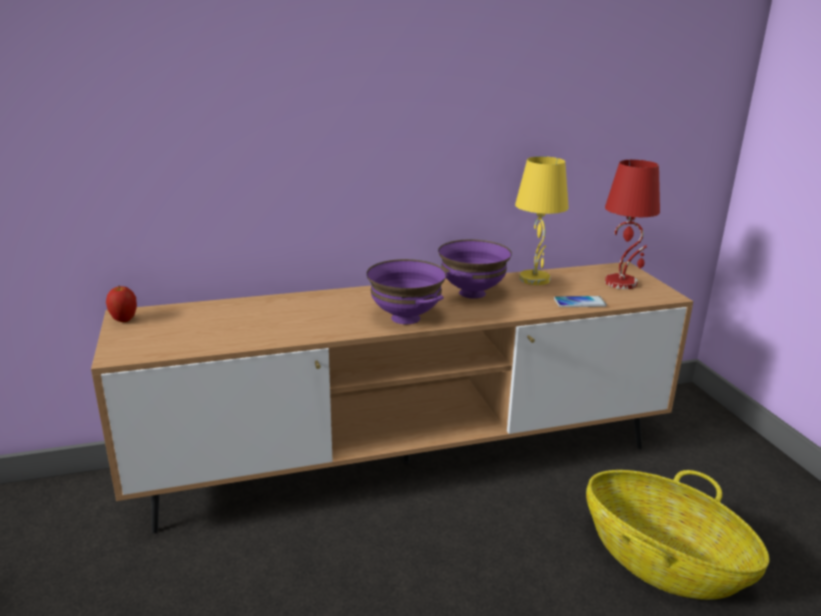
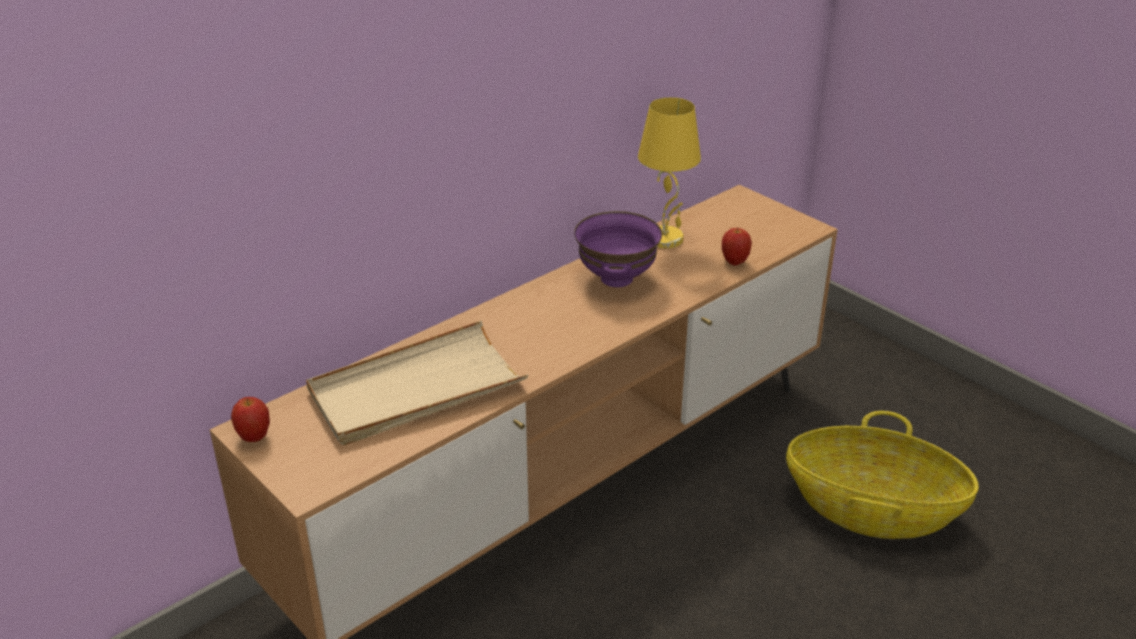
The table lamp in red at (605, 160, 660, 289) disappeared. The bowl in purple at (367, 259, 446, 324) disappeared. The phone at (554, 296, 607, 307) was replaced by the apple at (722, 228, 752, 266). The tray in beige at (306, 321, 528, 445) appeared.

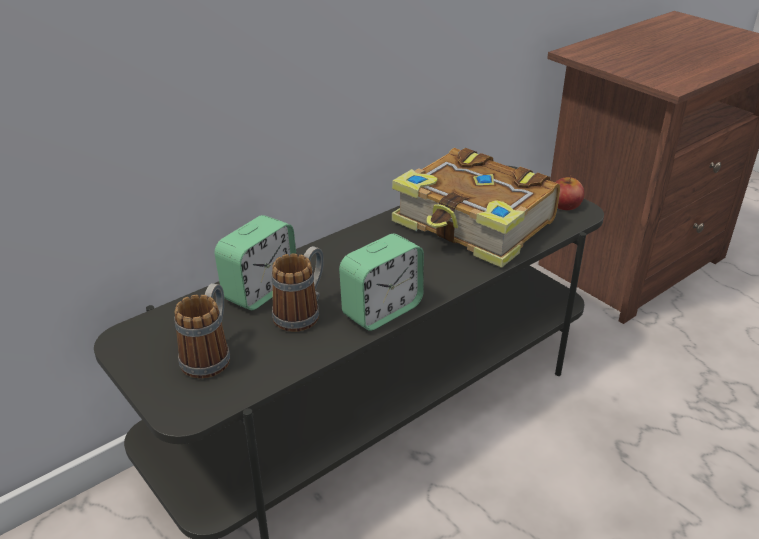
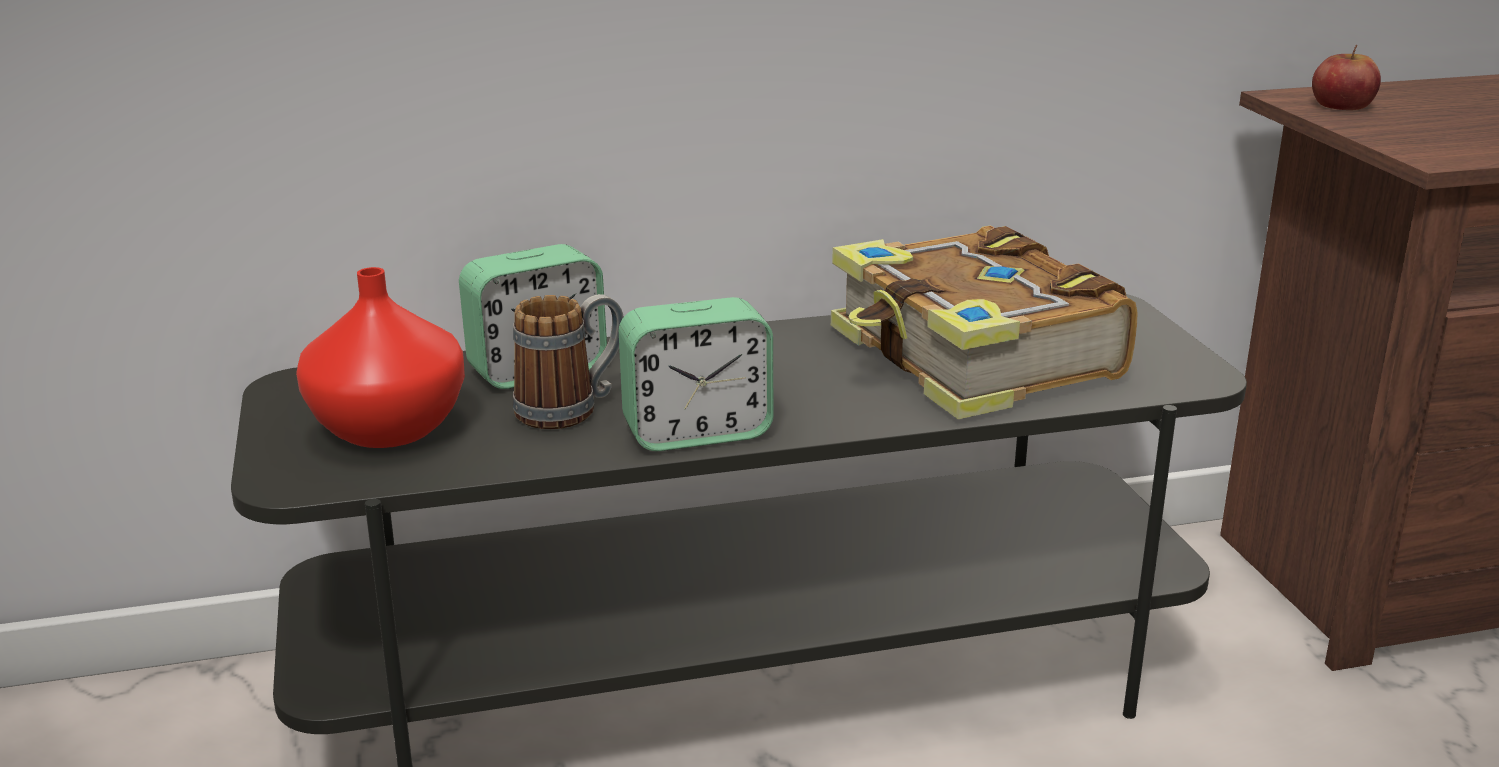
The apple moved from (555, 176, 584, 210) to (1312, 45, 1381, 110). The mug at (174, 283, 230, 379) was replaced by the vase in red at (296, 267, 465, 448).

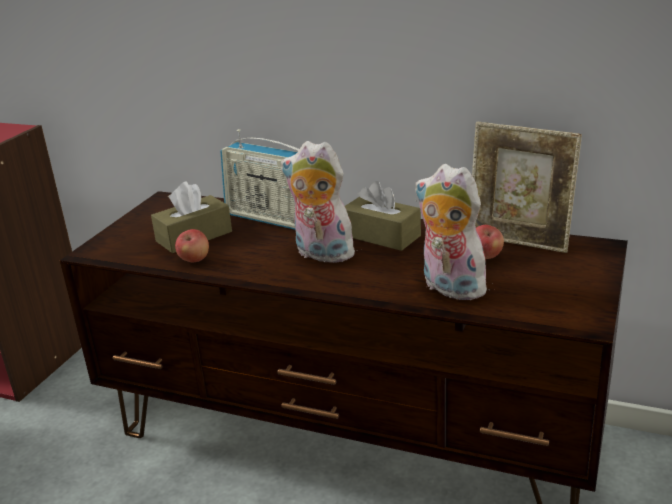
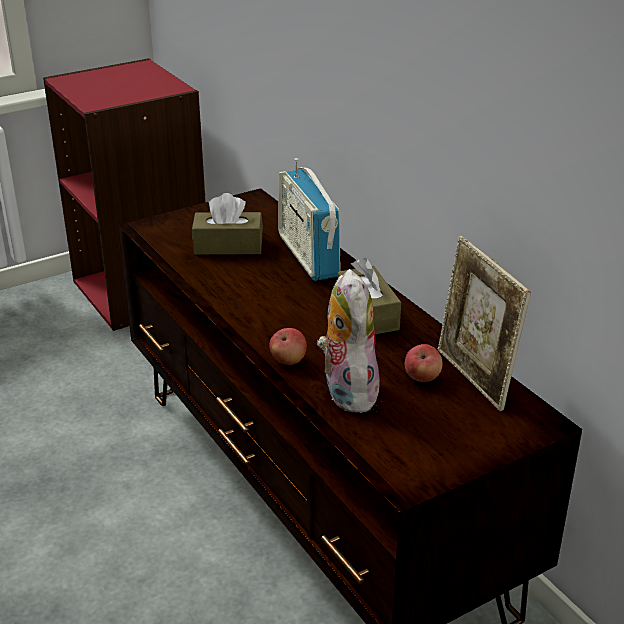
The plush toy at (281, 141, 358, 263) disappeared. The apple moved from (175, 229, 209, 262) to (269, 328, 307, 365).

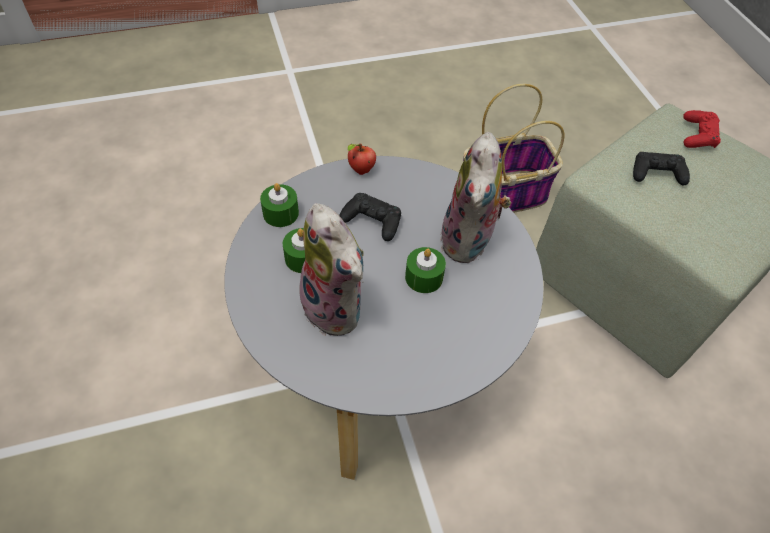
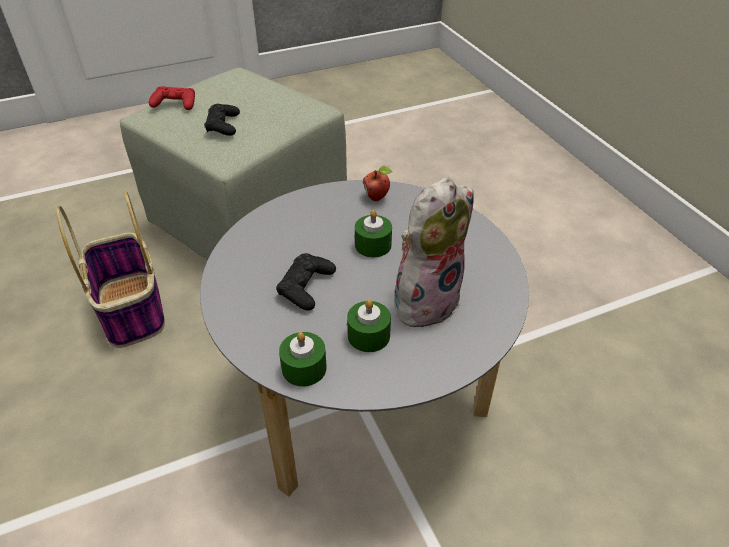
The plush toy at (440, 132, 511, 263) disappeared. The apple moved from (348, 144, 376, 175) to (363, 166, 392, 201).

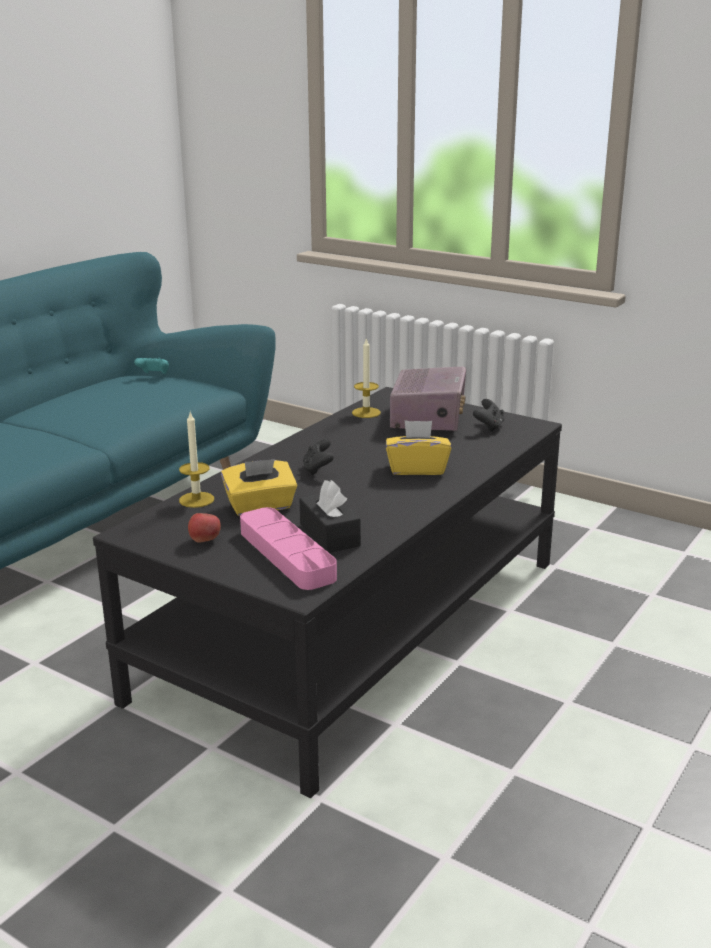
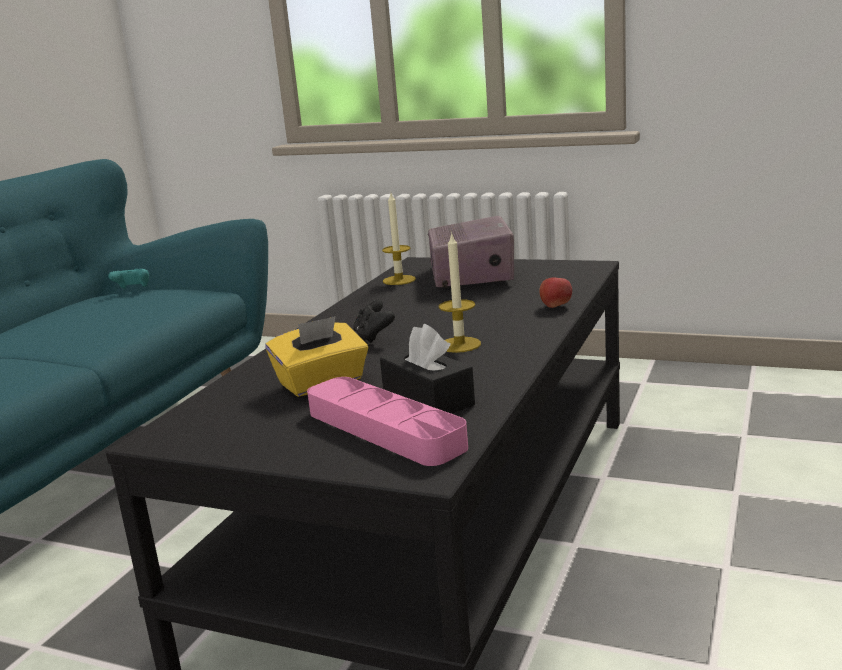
The game controller in black at (473, 399, 504, 432) disappeared. The candle moved from (179, 412, 214, 508) to (439, 232, 481, 353). The tissue box in yellow at (386, 420, 452, 475) disappeared. The apple moved from (188, 513, 221, 543) to (539, 277, 572, 308).

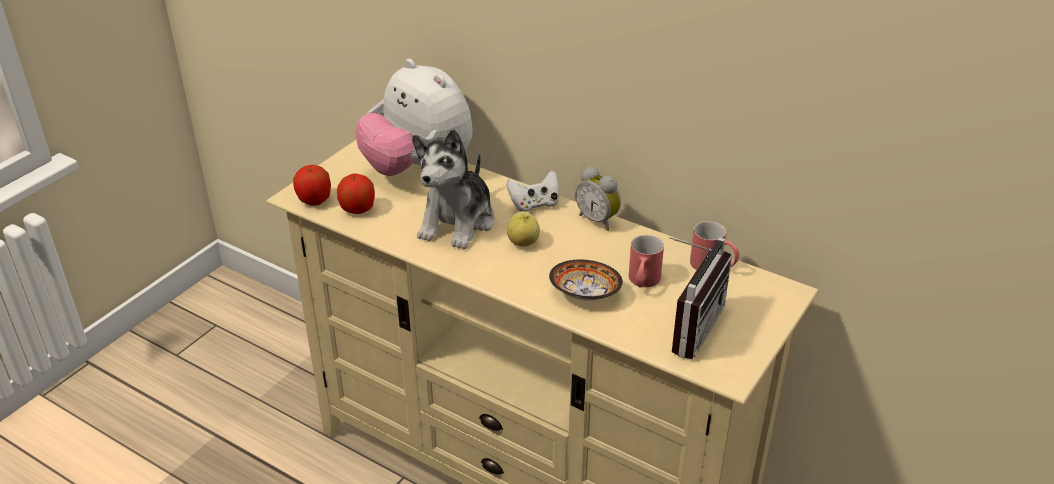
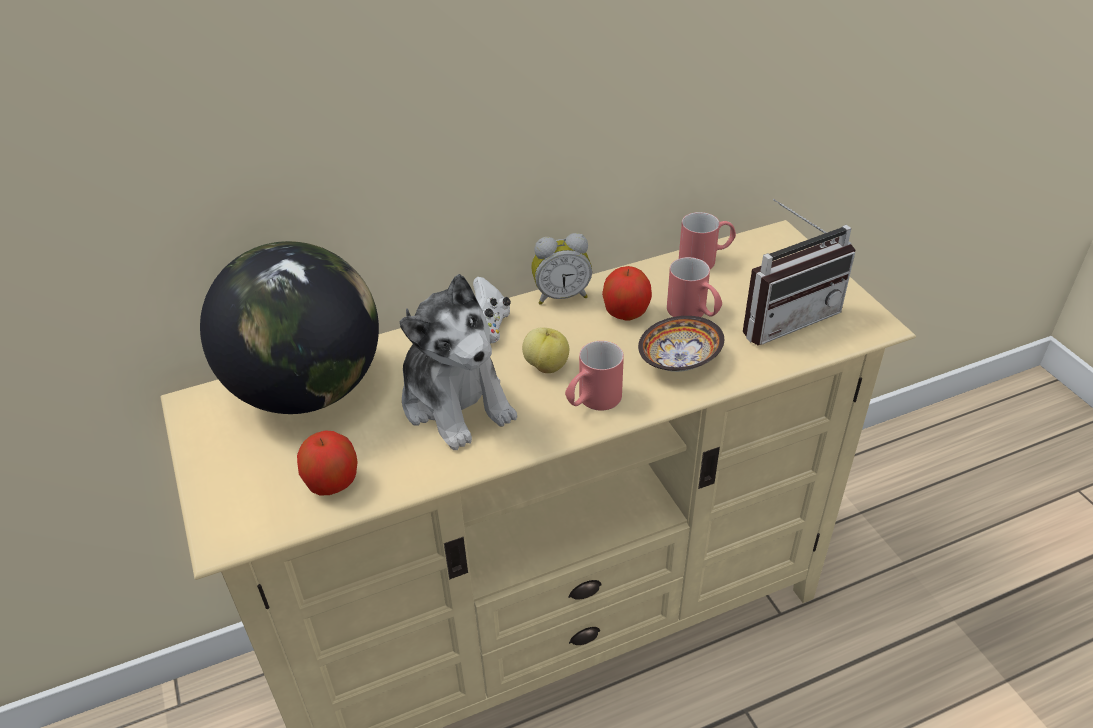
The plush toy at (355, 59, 473, 176) was replaced by the globe at (200, 241, 379, 414). The apple moved from (293, 165, 331, 206) to (602, 266, 652, 321). The radio at (669, 237, 732, 359) turned 90 degrees clockwise. The mug in red at (565, 341, 624, 411) appeared.

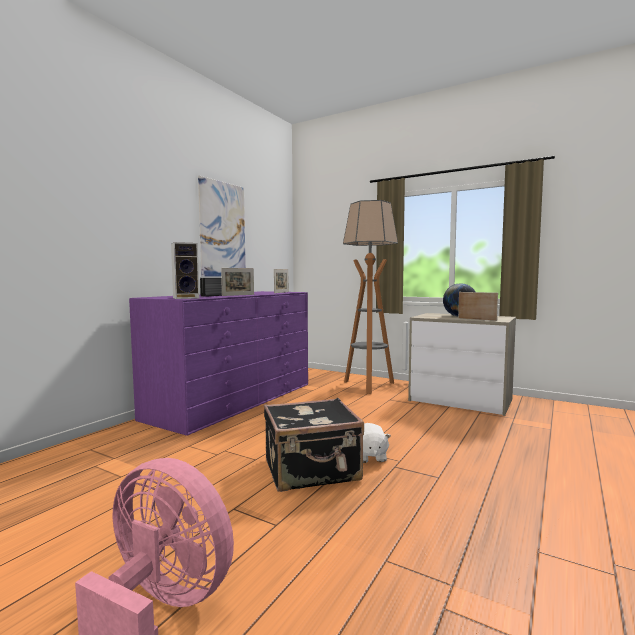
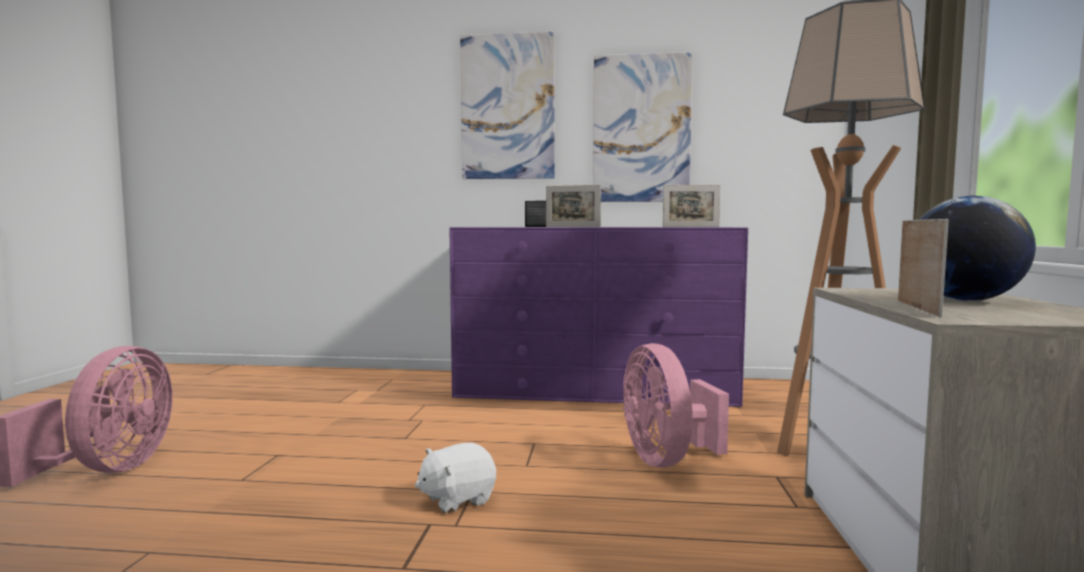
The speaker at (171, 242, 199, 299) disappeared. The suitcase in black at (264, 398, 364, 492) disappeared. The picture at (460, 32, 555, 179) appeared. The fan in pink at (623, 343, 729, 468) appeared.

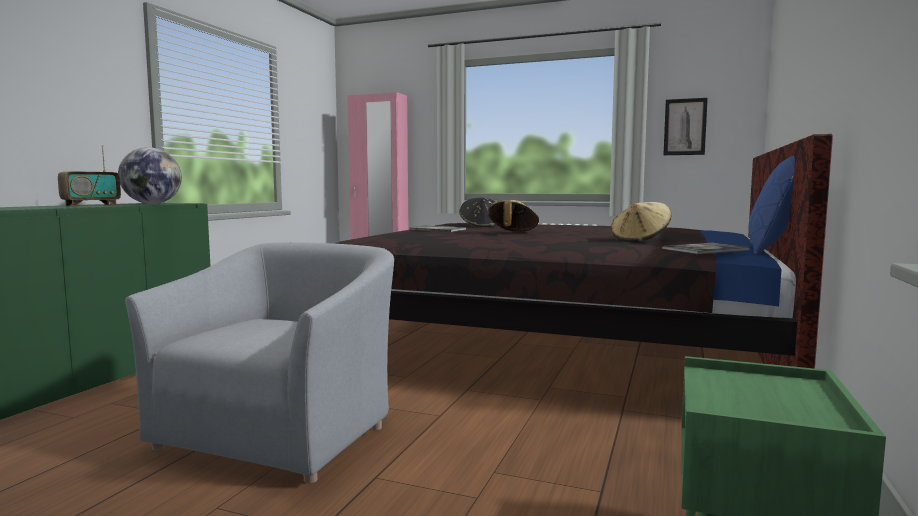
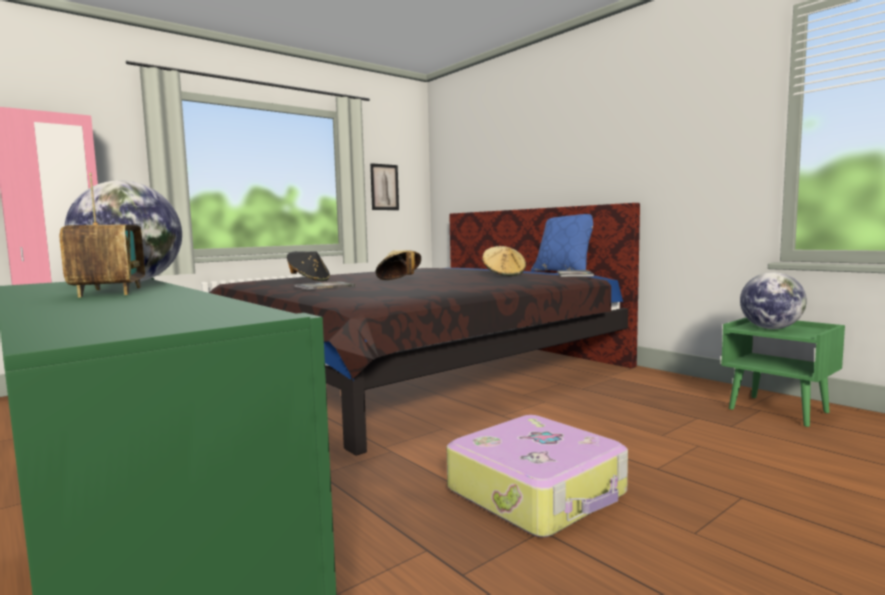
The armchair in grey at (125, 242, 394, 483) was replaced by the suitcase at (447, 415, 628, 537). The globe at (740, 272, 807, 329) appeared.

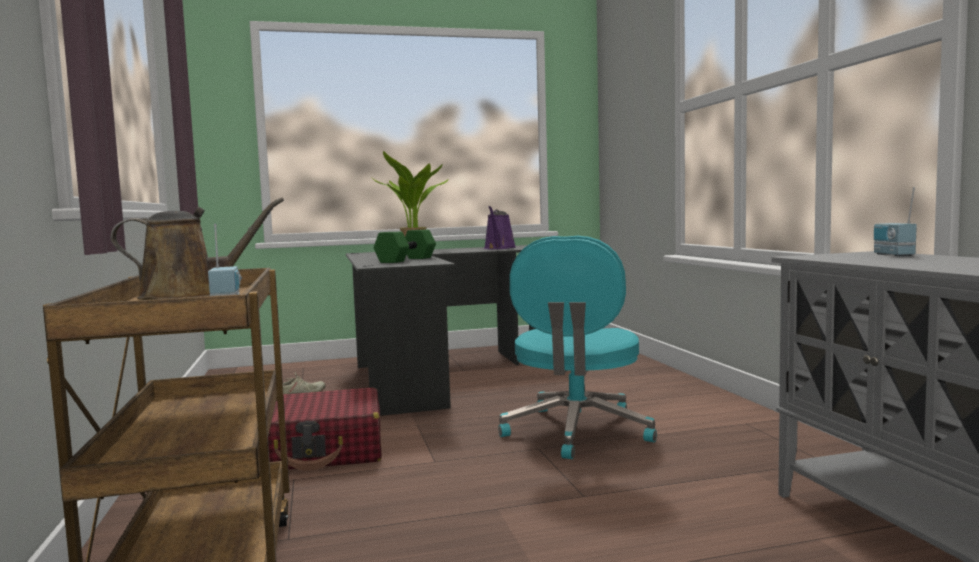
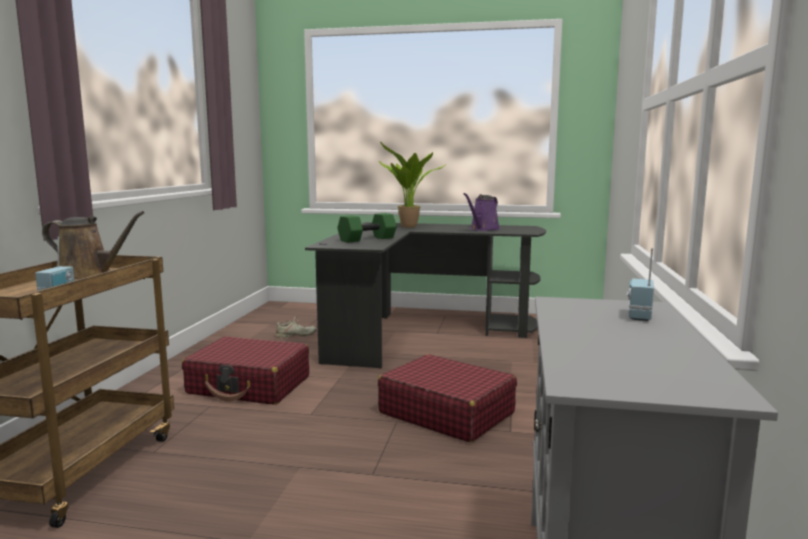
The office chair in turquoise at (498, 236, 657, 459) was replaced by the suitcase in red at (378, 354, 517, 442).

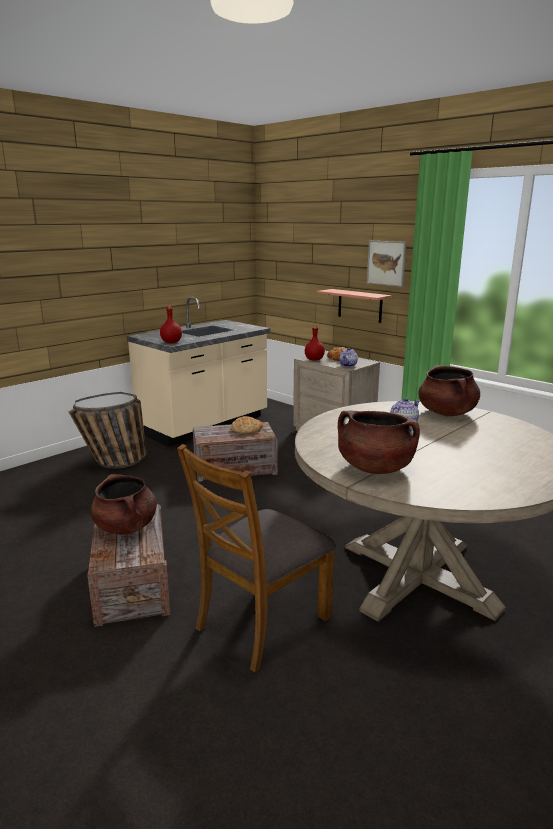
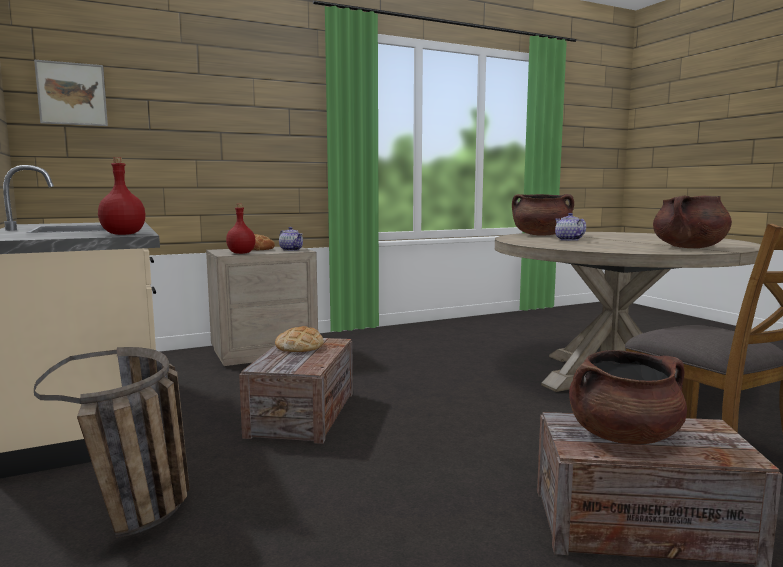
The picture moved from (367, 241, 406, 287) to (34, 59, 108, 126). The shelf at (317, 289, 392, 323) disappeared.

